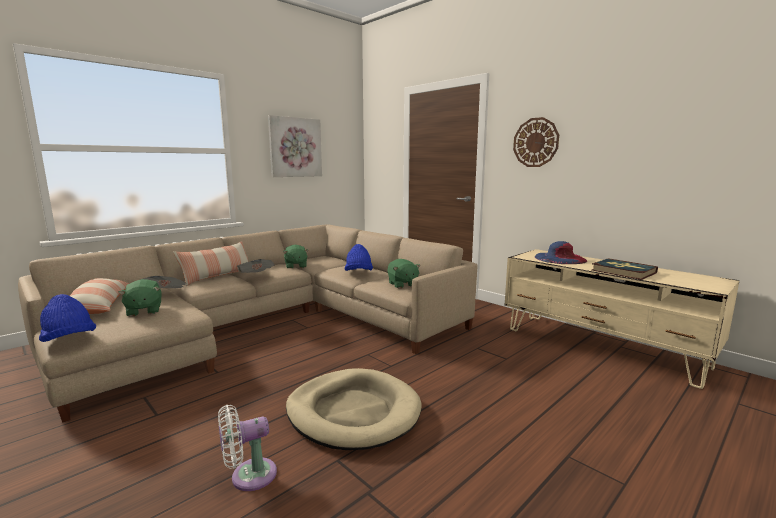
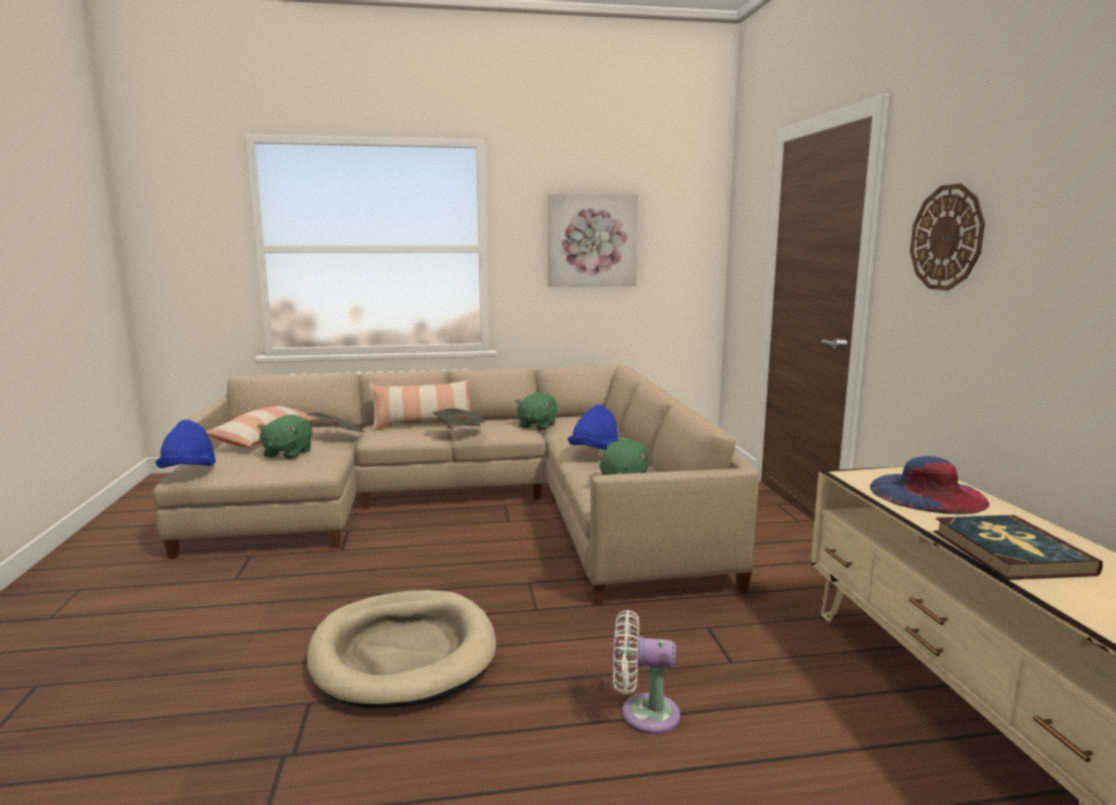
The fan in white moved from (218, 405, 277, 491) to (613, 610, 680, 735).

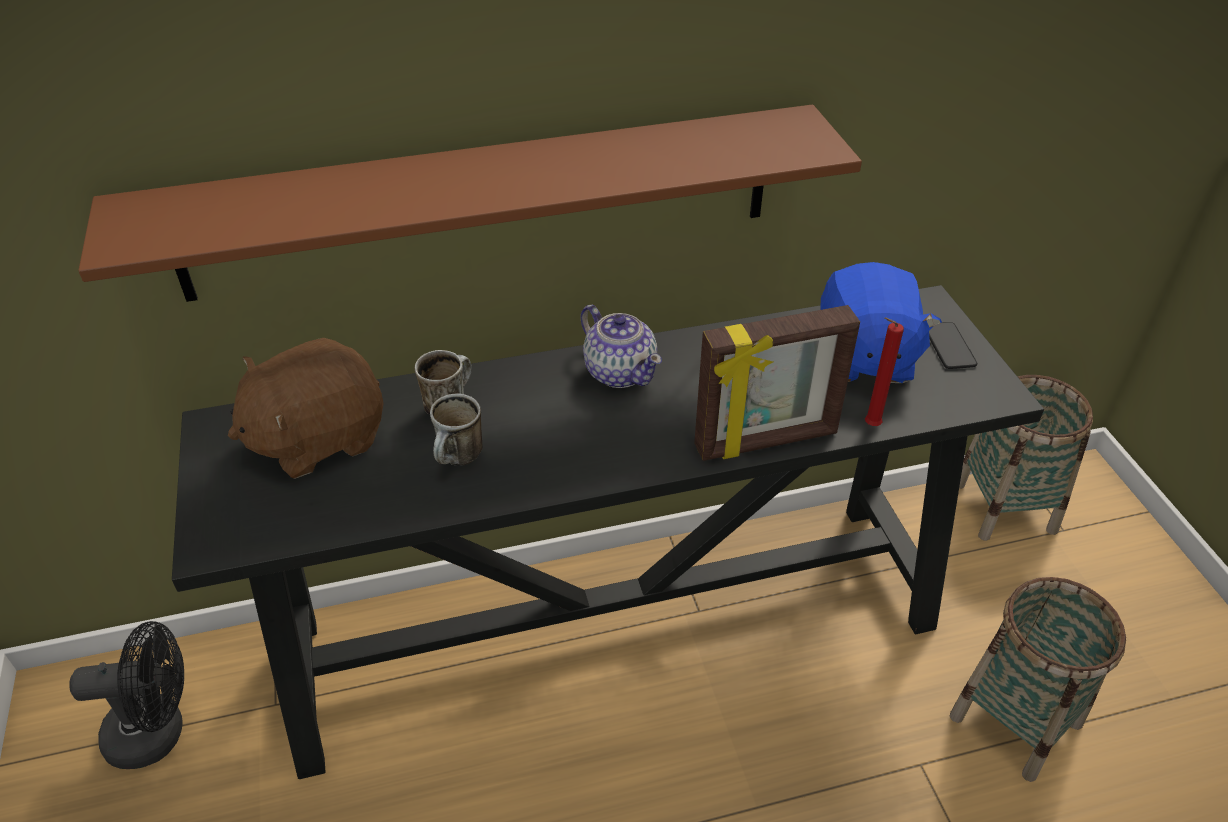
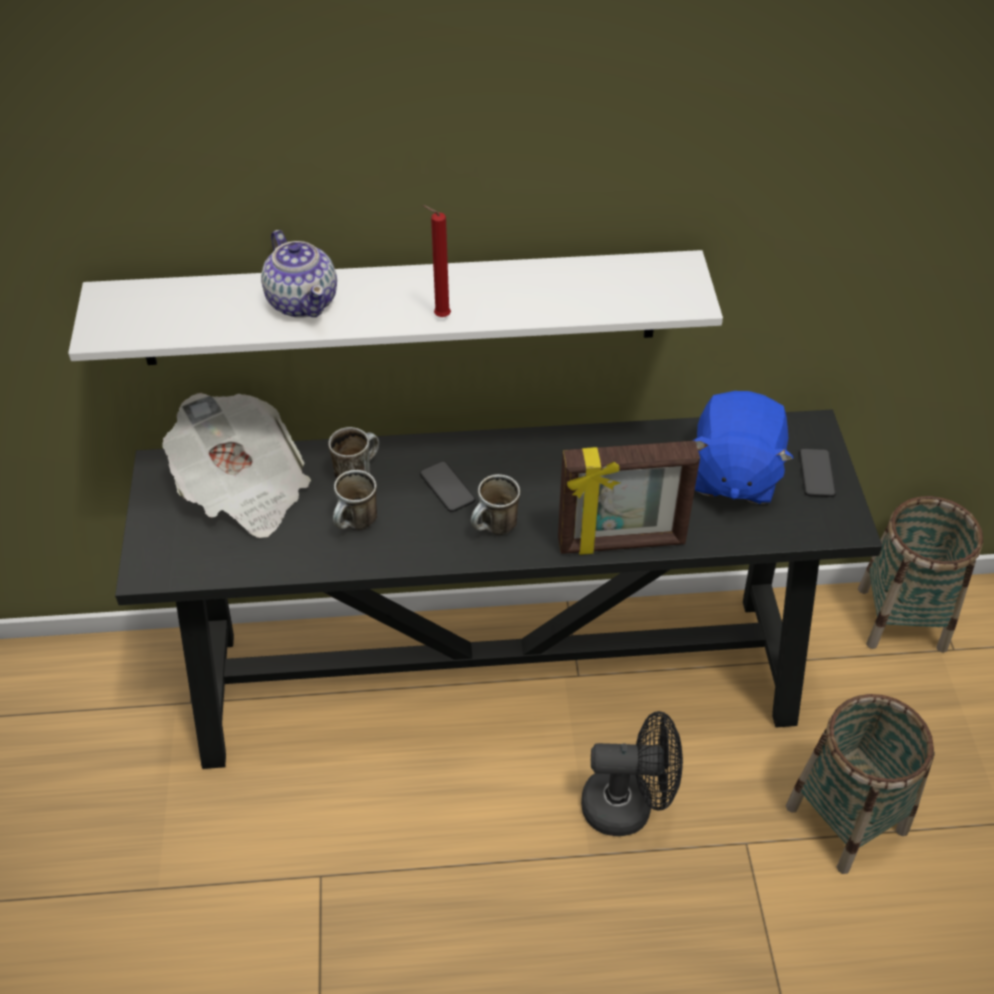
The shelf in brown at (78, 105, 862, 302) became the shelf in white at (68, 250, 723, 365). The teapot moved from (581, 305, 662, 388) to (261, 230, 337, 318). The candle in red moved from (865, 317, 904, 426) to (423, 205, 451, 317). The plush toy in brown at (228, 338, 384, 479) was replaced by the newspaper at (162, 393, 311, 538). The fan in black moved from (69, 621, 184, 769) to (581, 711, 683, 836). The phone at (420, 461, 476, 512) appeared. The mug at (471, 474, 520, 535) appeared.

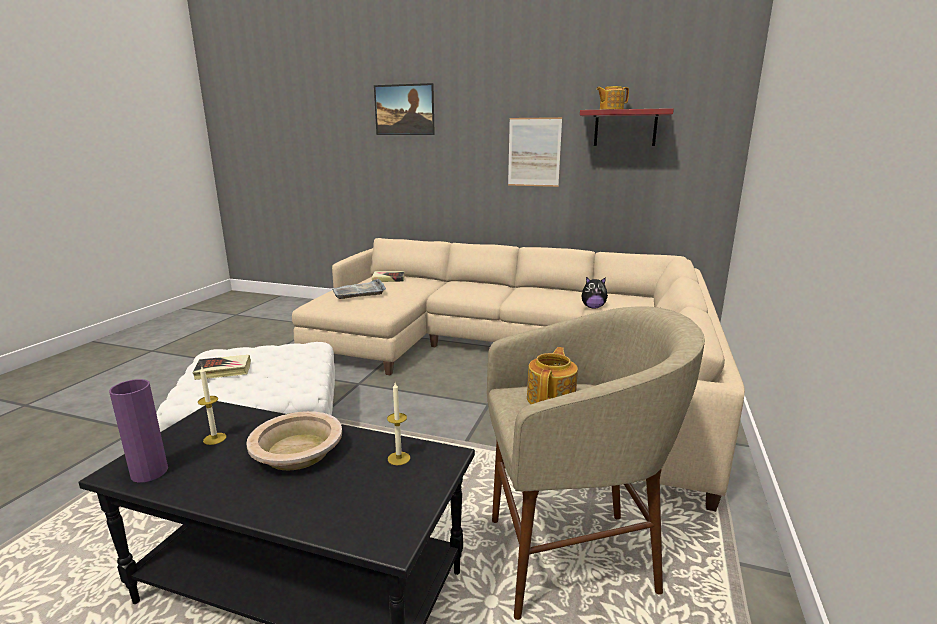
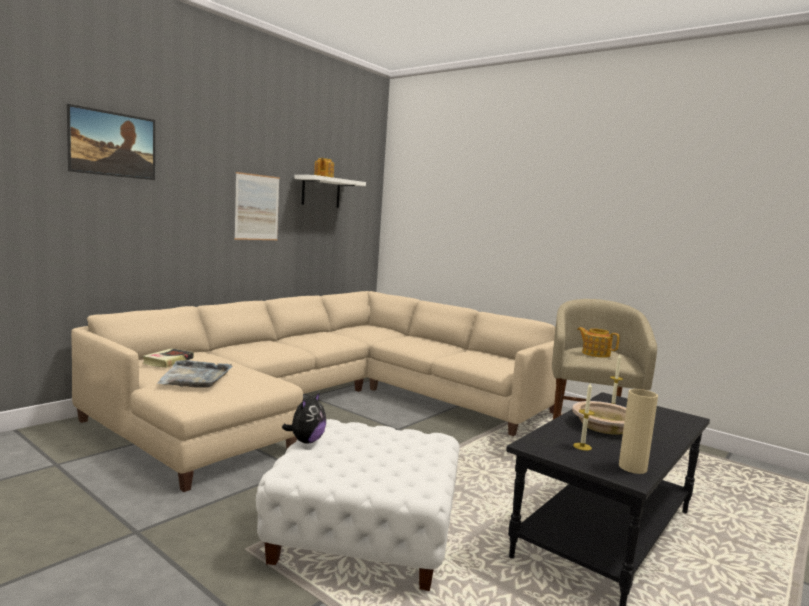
The shelf in red at (580, 108, 674, 146) became the shelf in white at (294, 175, 366, 208). The plush toy moved from (581, 277, 608, 309) to (282, 392, 326, 444). The book at (193, 355, 251, 380) disappeared. The vase in purple at (109, 379, 168, 483) became the vase in beige at (619, 389, 658, 474).

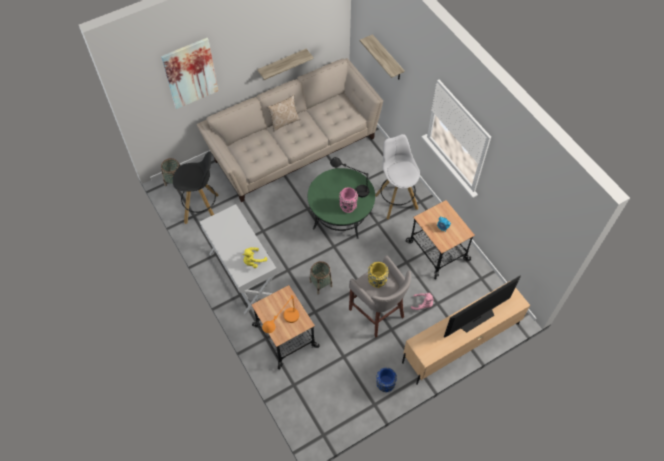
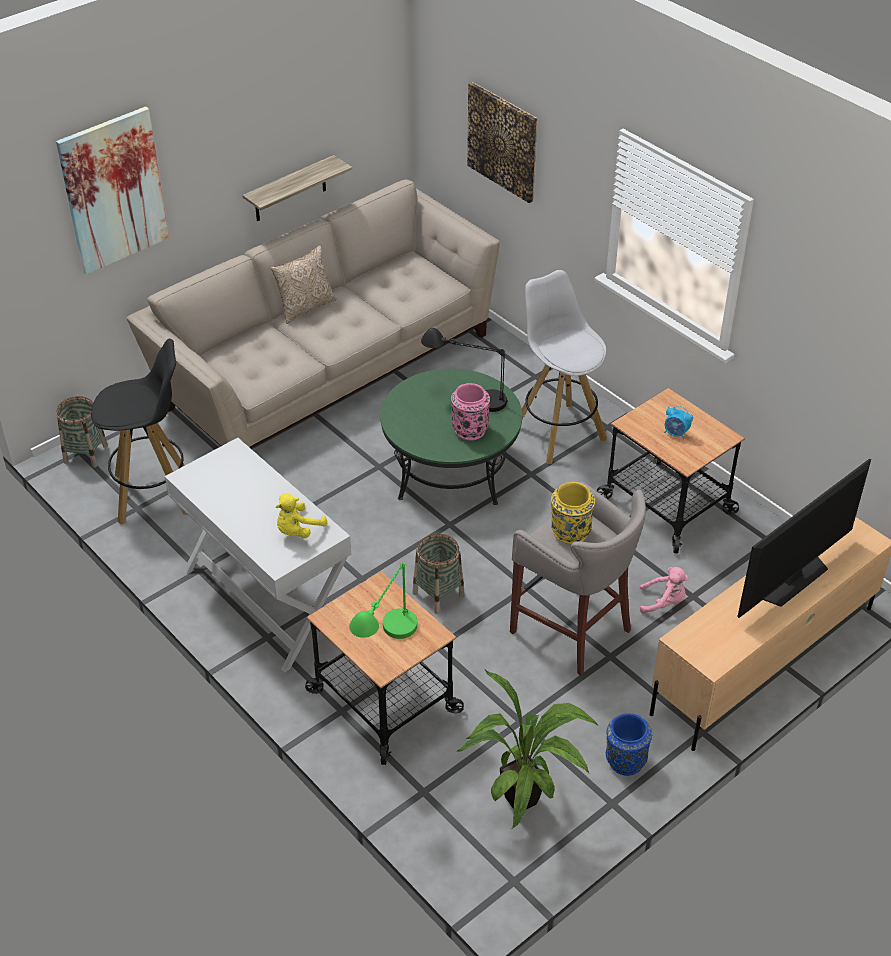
The shelf at (360, 34, 405, 79) was replaced by the picture at (467, 82, 537, 203). The table lamp in orange at (262, 295, 299, 333) became the table lamp in green at (349, 563, 417, 639). The potted plant at (457, 670, 598, 828) appeared.

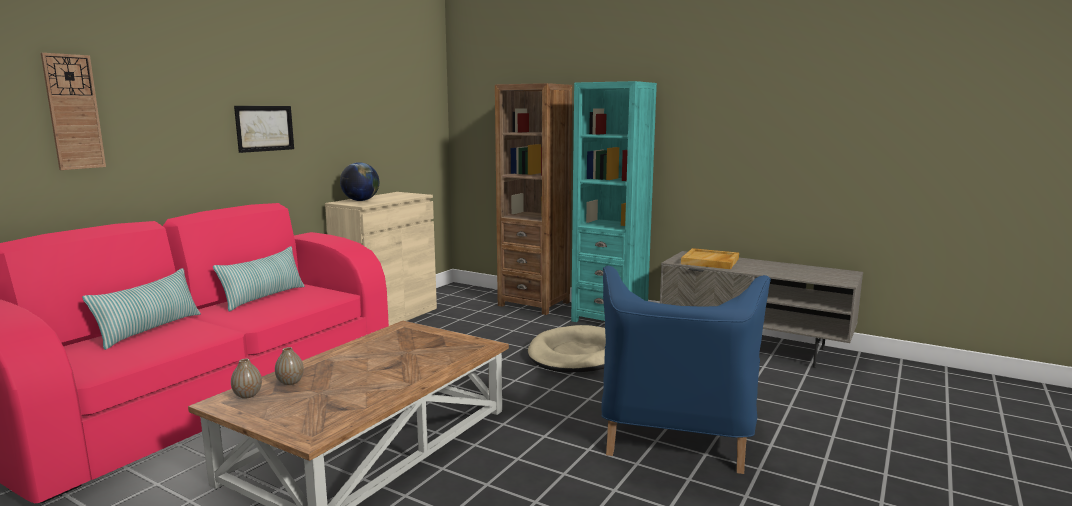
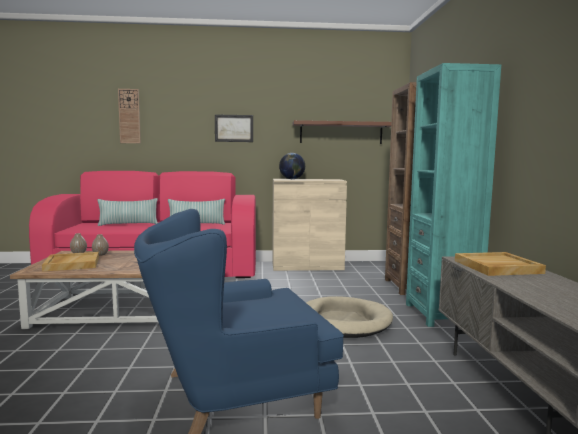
The shelf in brown at (293, 120, 391, 144) appeared. The tray in beige at (42, 252, 99, 272) appeared.

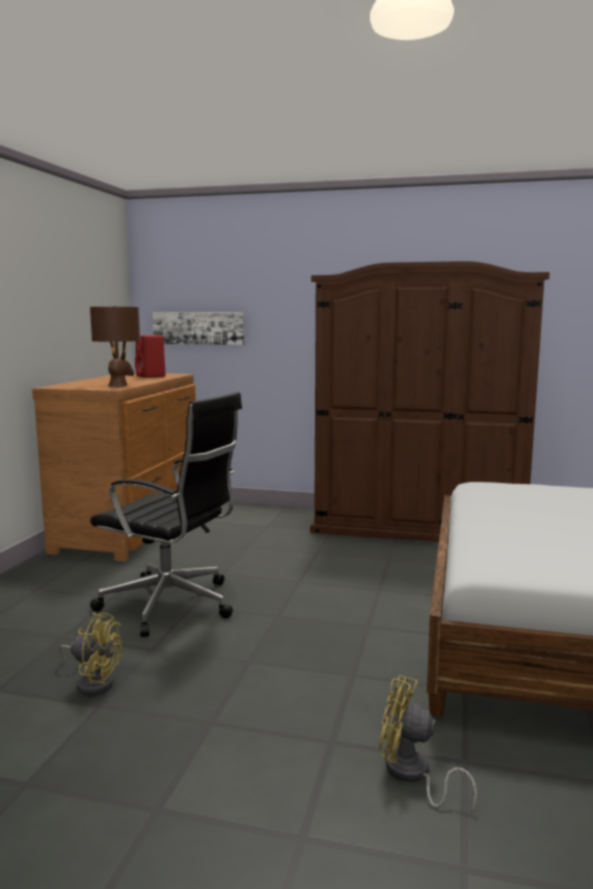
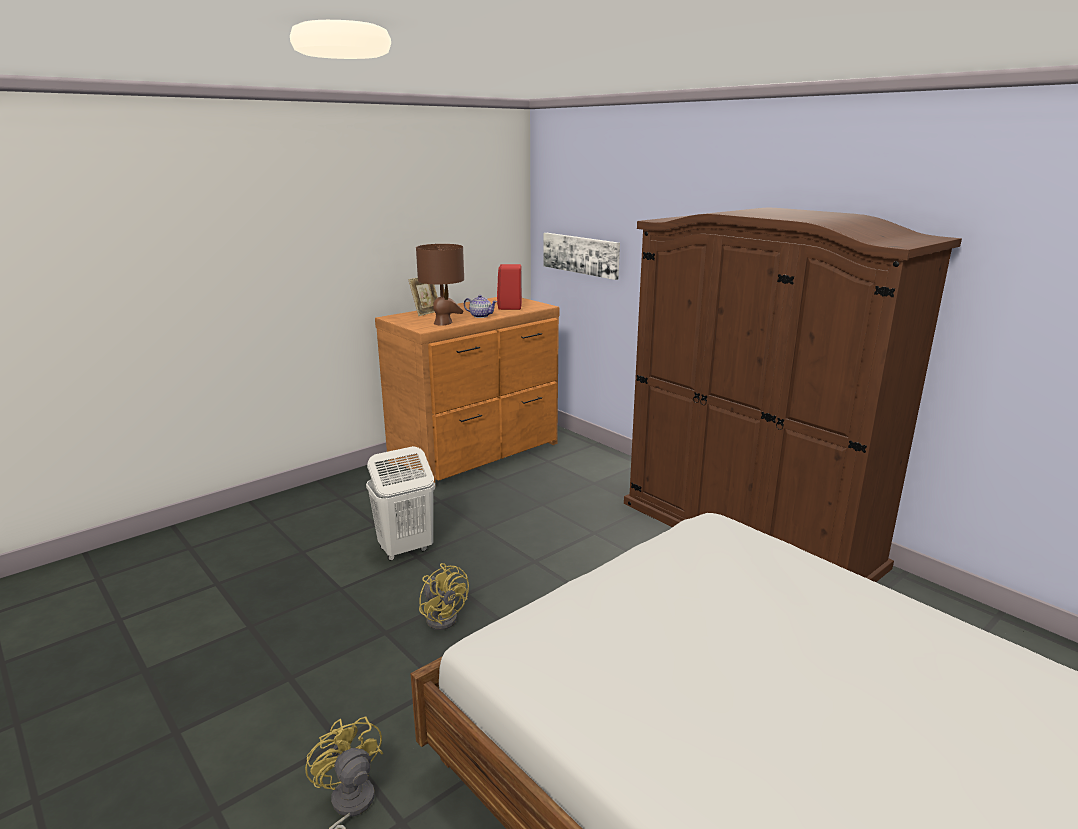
The office chair in black at (90, 392, 242, 637) was replaced by the laundry basket in white at (366, 446, 435, 561). The fan in yellow moved from (59, 612, 122, 695) to (419, 563, 469, 630). The picture frame at (408, 277, 438, 316) appeared. The teapot at (464, 295, 497, 318) appeared.

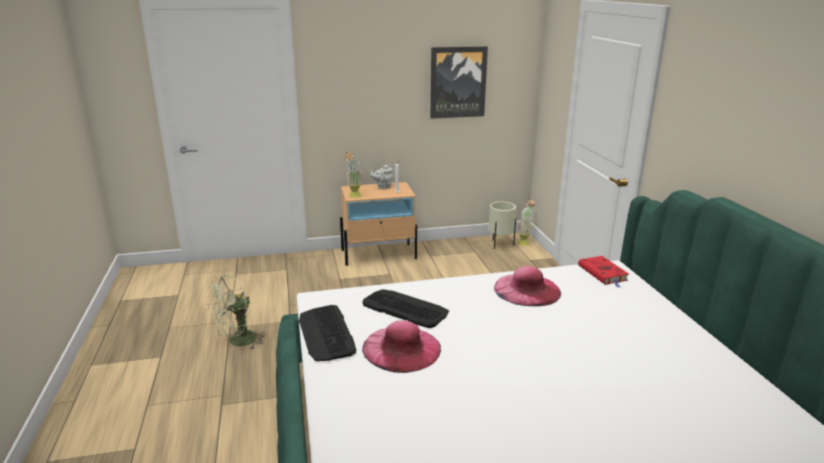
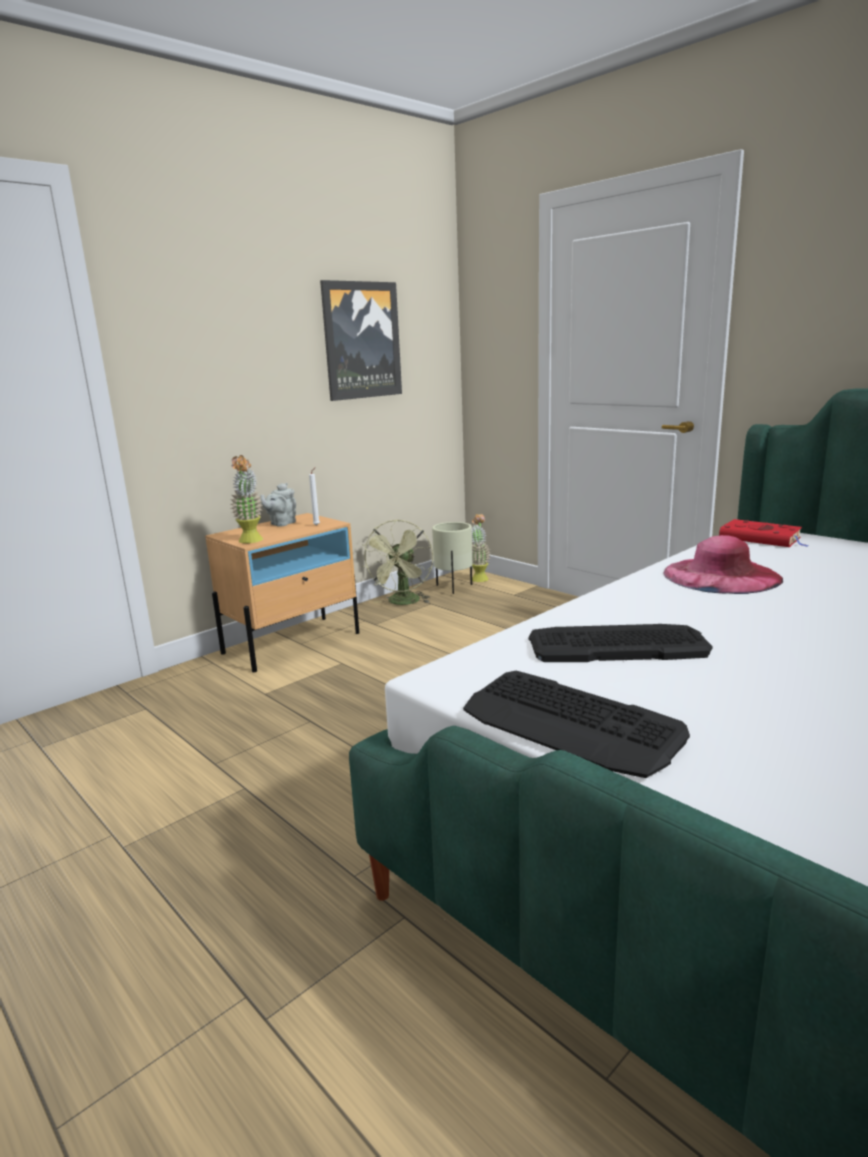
The fan in green moved from (206, 274, 267, 349) to (362, 519, 433, 605). The hat in pink at (362, 321, 441, 373) disappeared.

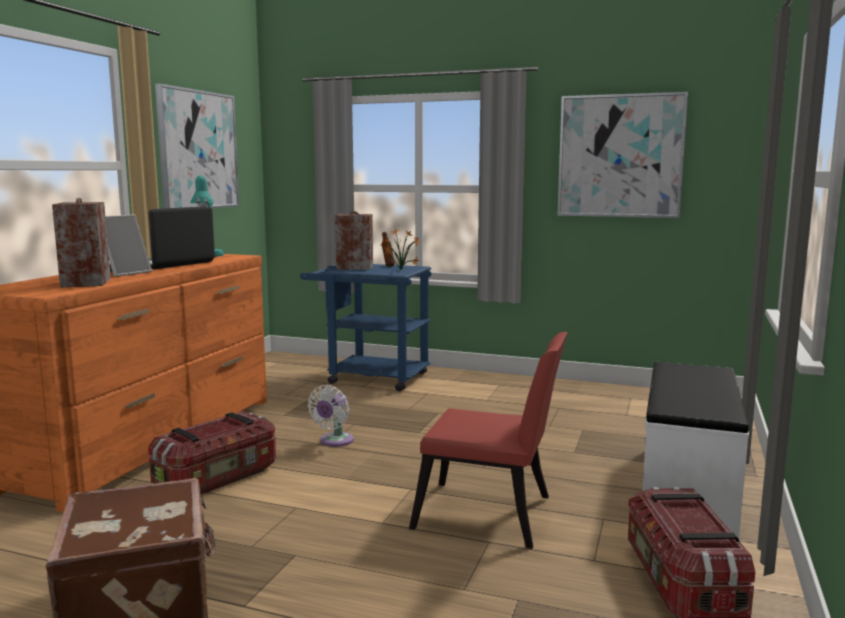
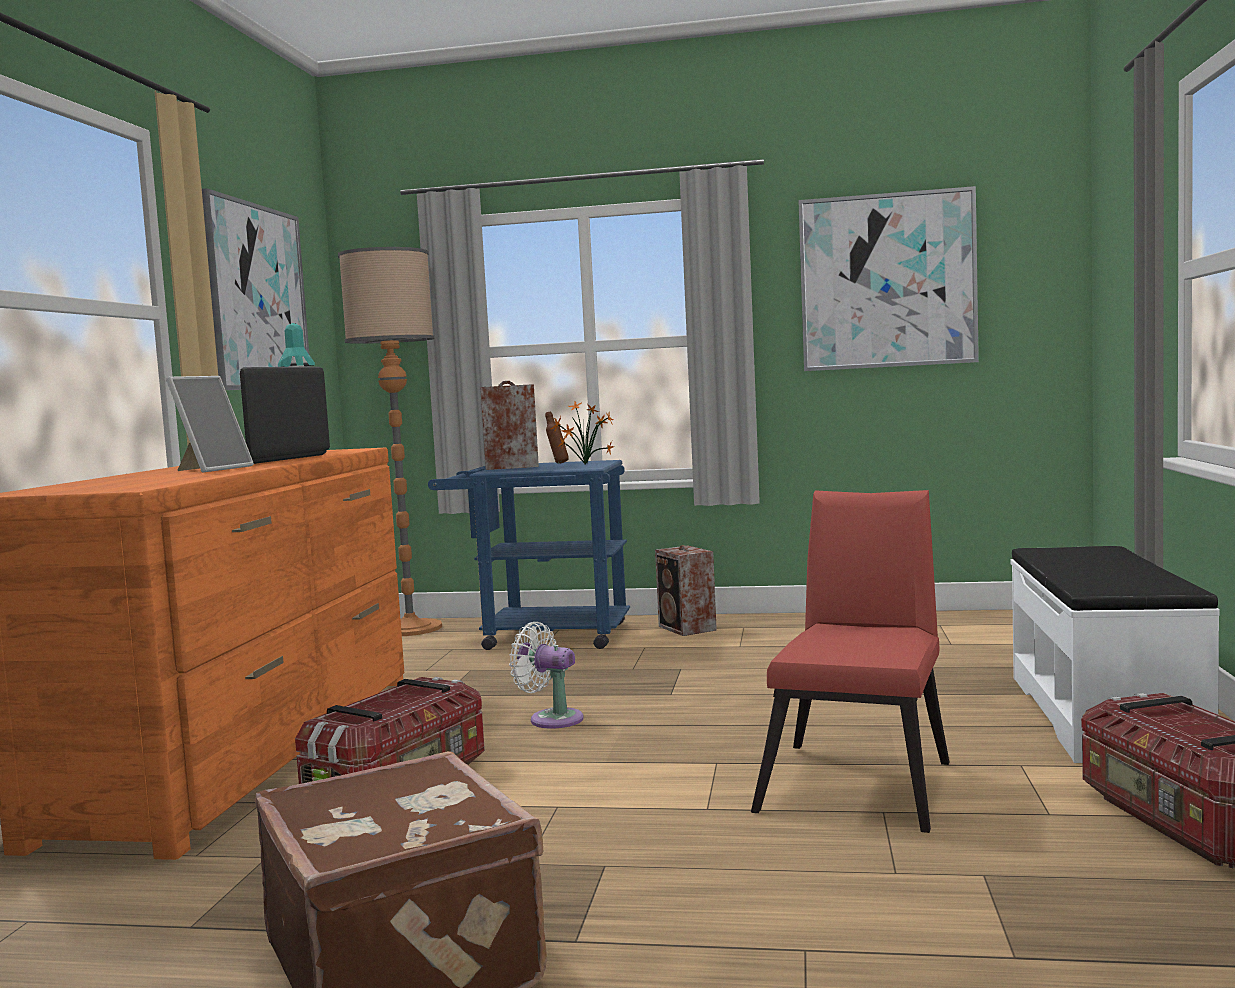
The speaker moved from (52, 198, 111, 288) to (655, 545, 717, 636). The chair in red at (409, 332, 567, 549) turned 75 degrees counterclockwise. The fan in white at (308, 385, 354, 447) turned 105 degrees clockwise. The floor lamp at (338, 247, 442, 636) appeared.

